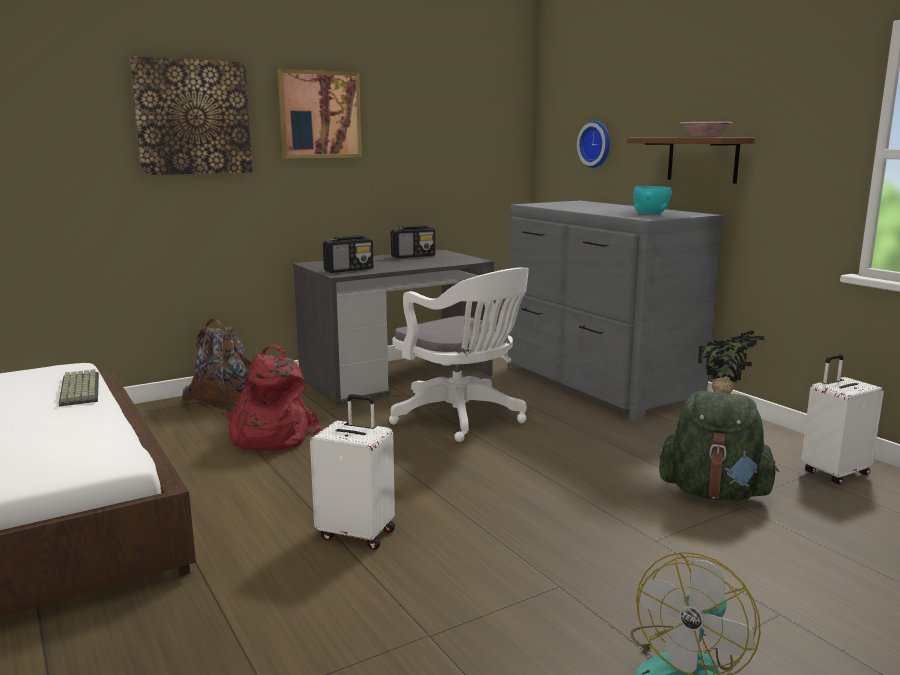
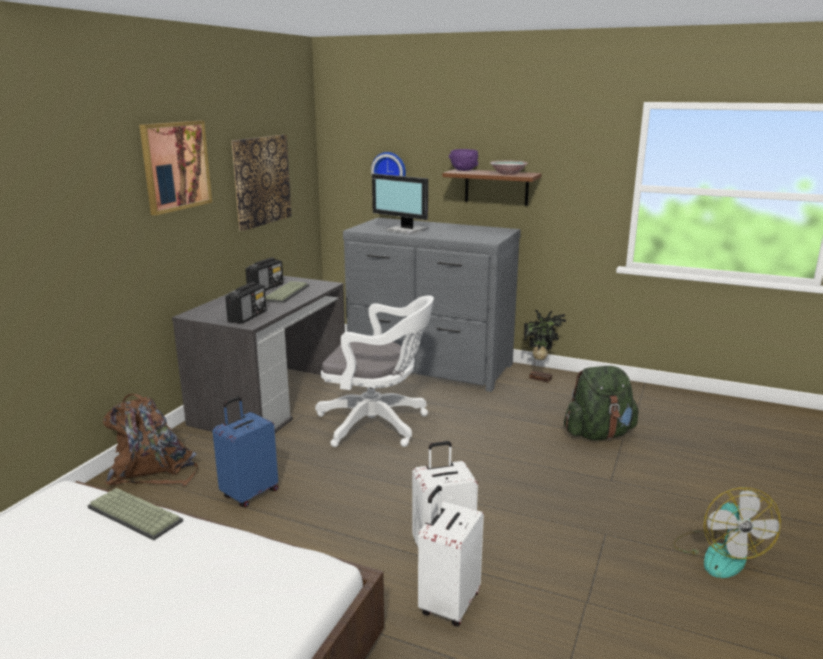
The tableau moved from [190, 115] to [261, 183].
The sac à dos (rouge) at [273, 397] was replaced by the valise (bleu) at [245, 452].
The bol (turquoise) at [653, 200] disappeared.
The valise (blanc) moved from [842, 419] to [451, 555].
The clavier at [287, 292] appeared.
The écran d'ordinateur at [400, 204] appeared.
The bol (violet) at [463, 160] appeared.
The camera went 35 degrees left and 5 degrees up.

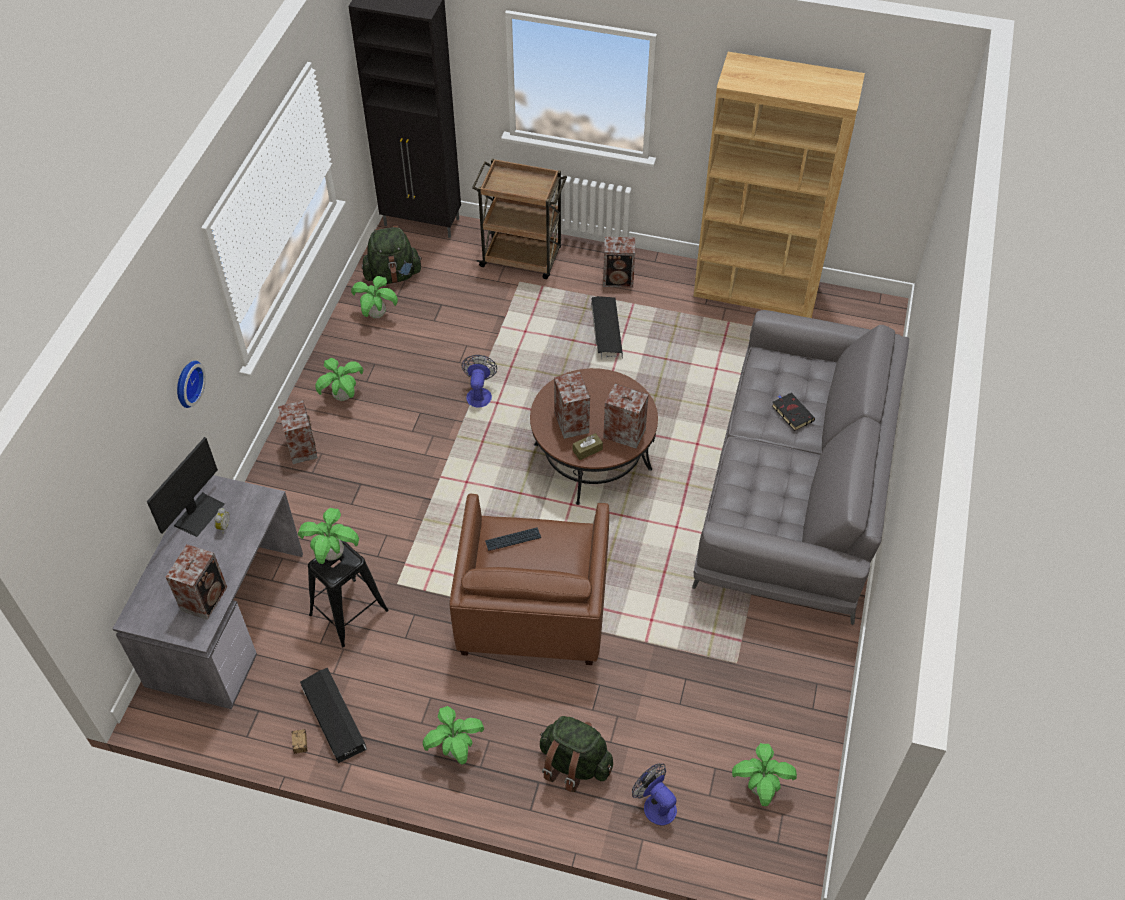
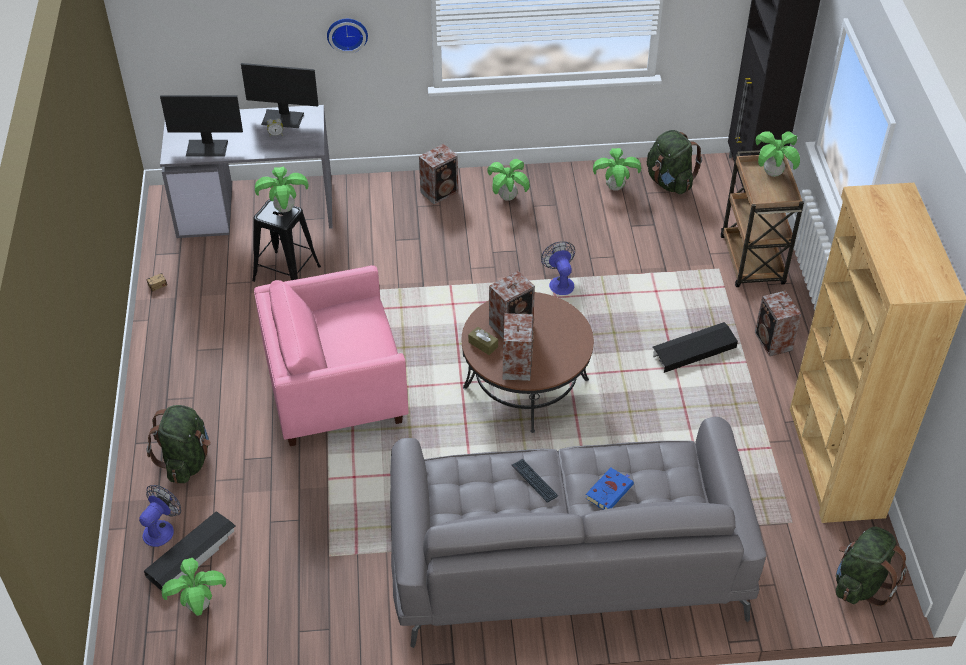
The enceinte at [196, 582] was replaced by the écran d'ordinateur at [201, 126].
The boîte de rangement (noir) moved from [333, 715] to [189, 551].
The plante en pot moved from [453, 735] to [777, 154].
The fauteuil (marron) at [529, 579] became the fauteuil (rose) at [331, 355].
The ventilateur at [479, 381] turned 90 degrees counterclockwise.
The clavier moved from [513, 539] to [535, 481].
The livre (noir) at [793, 412] became the livre (bleu) at [609, 489].
The sac à dos (vert) at [871, 566] appeared.
The camera went 70 degrees right and 5 degrees down.

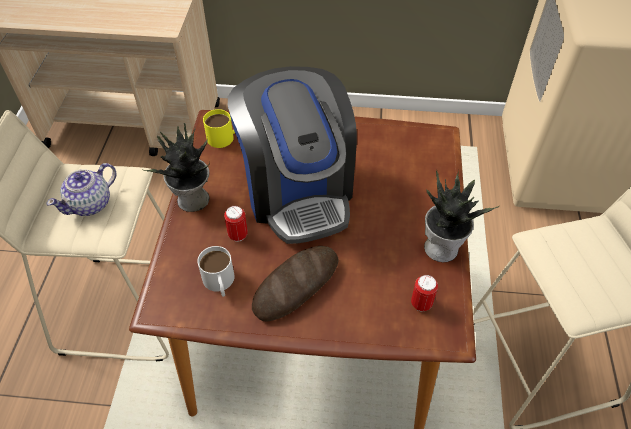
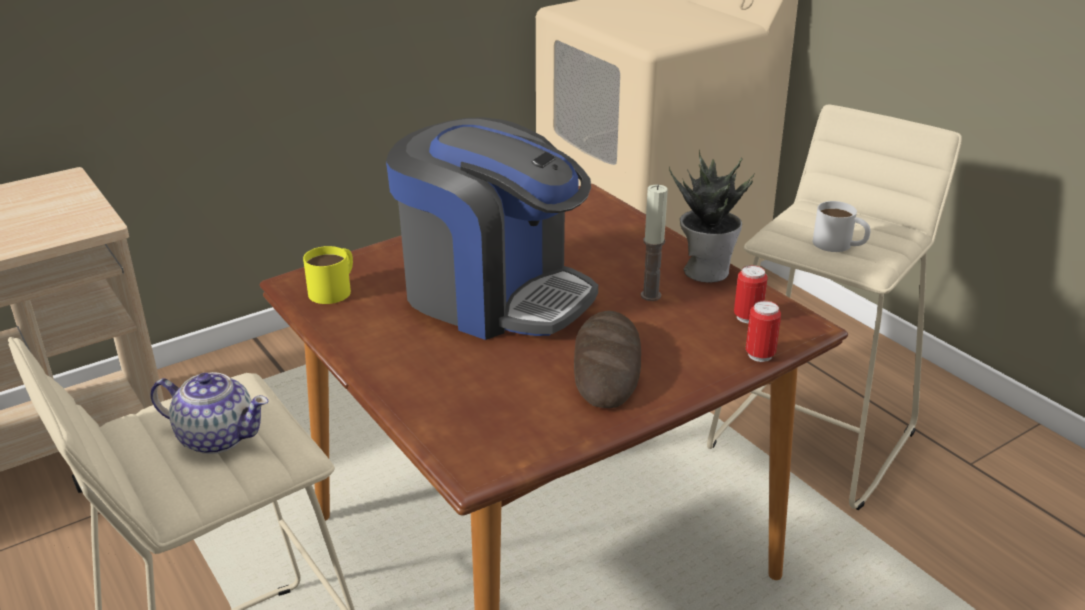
The théière at [81, 189] turned 75 degrees counterclockwise.
The plante en pot at [176, 167] disappeared.
The mug (blanc) moved from [216, 271] to [841, 226].
The boîte métallique moved from [236, 224] to [763, 331].
The bougie at [654, 243] appeared.
The camera went 40 degrees left and 20 degrees down.

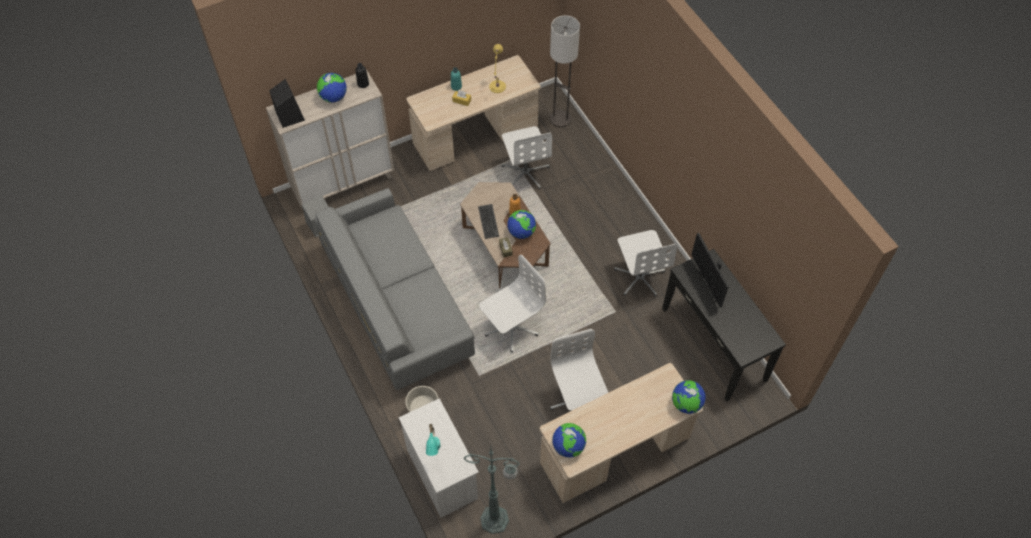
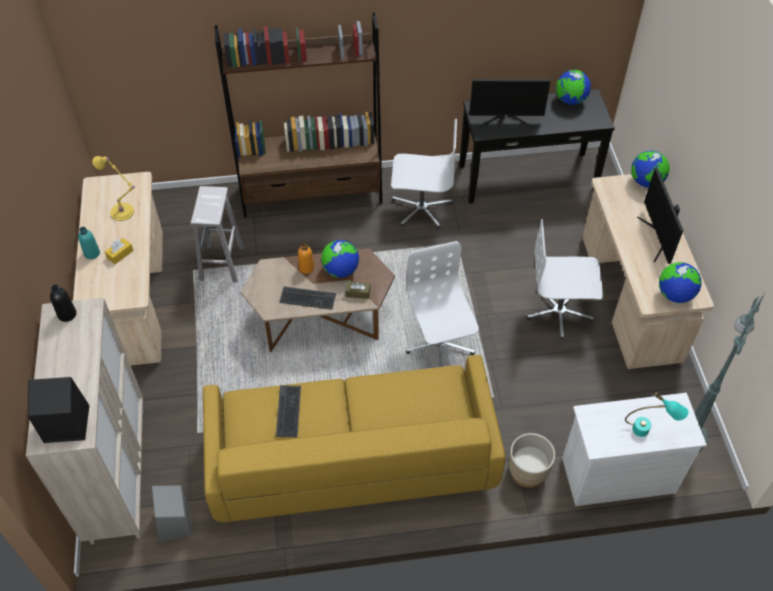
The canapé (gris) at [395, 289] became the canapé (jaune) at [354, 438].
The globe moved from [332, 88] to [573, 87].
The chaise de bureau (blanc) at [527, 157] was replaced by the tabouret (blanc) at [217, 234].
The lampadaire at [565, 71] disappeared.
The bibliothèque (marron) at [298, 114] appeared.
The clavier at [288, 411] appeared.
The écran d'ordinateur at [660, 216] appeared.
The camera went 70 degrees left and 5 degrees down.

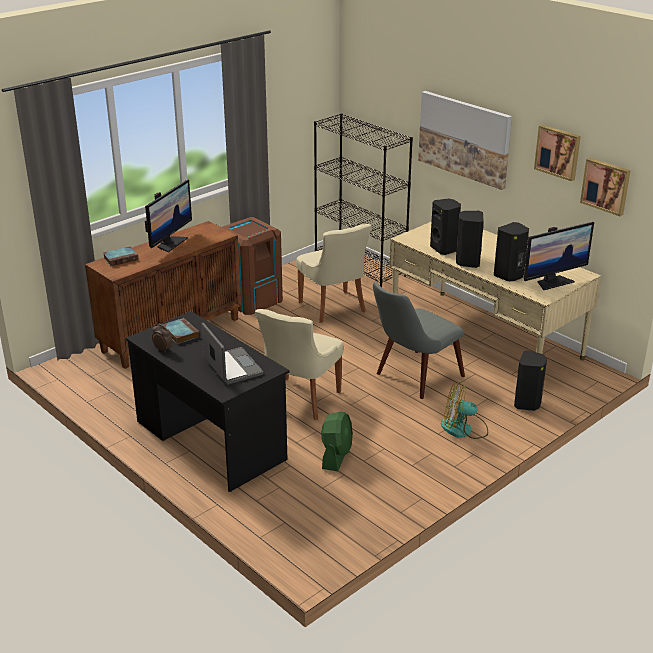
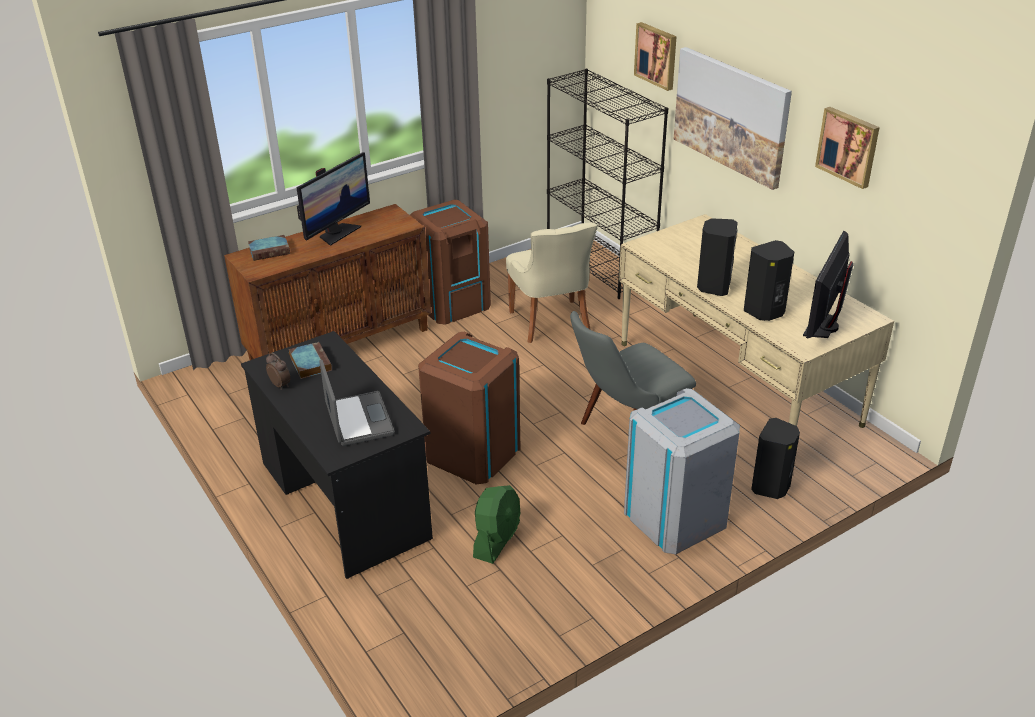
The chaise (beige) at [299, 364] was replaced by the poubelle (marron) at [469, 408].
The enceinte (noir) at [445, 227] disappeared.
The ventilateur at [464, 410] was replaced by the poubelle (gris) at [682, 471].
The écran d'ordinateur at [558, 256] turned 135 degrees clockwise.
The tableau moved from [605, 187] to [655, 56].
The camera went 10 degrees right and 5 degrees up.

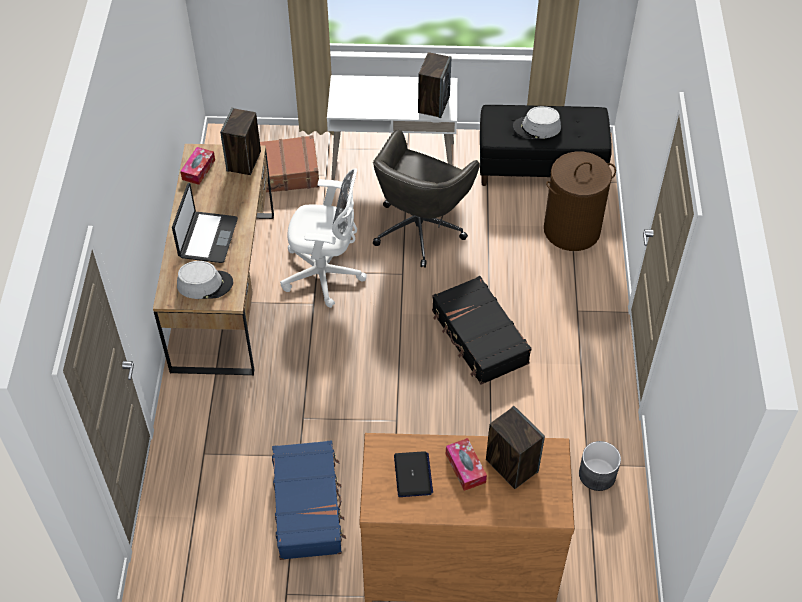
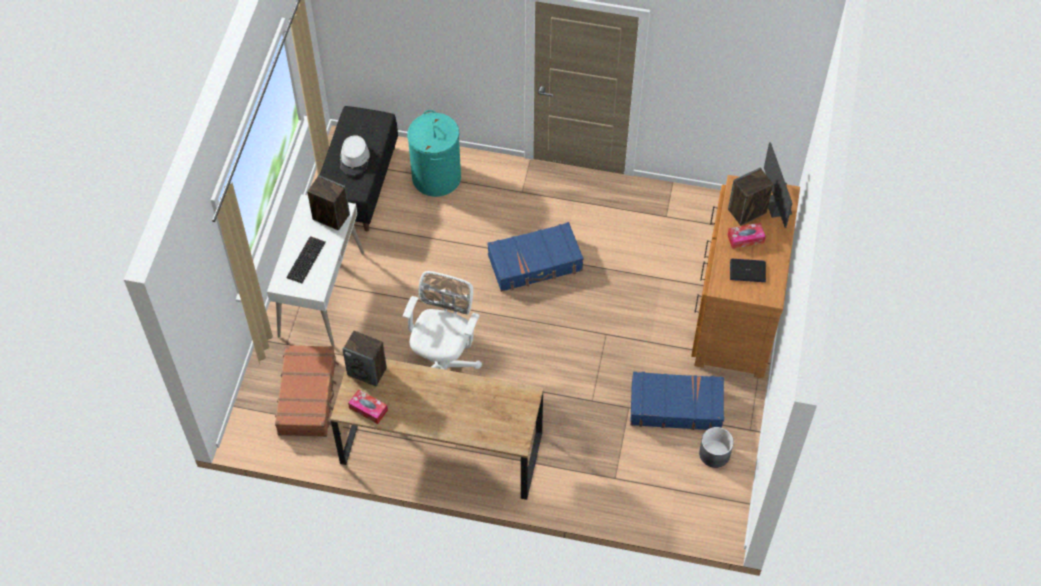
The ordinateur portable at [205, 223] disappeared.
The chapeau (gris) at [205, 280] disappeared.
The chaise de bureau (gris) at [426, 199] disappeared.
The valise (noir) at [482, 330] became the valise (bleu) at [535, 257].
The panier à linge (marron) at [580, 201] became the panier à linge (turquoise) at [434, 153].
The cache-pot (gris) moved from [600, 466] to [716, 447].
The clavier at [306, 259] appeared.
The écran d'ordinateur at [778, 185] appeared.
The camera went 80 degrees left and 5 degrees up.

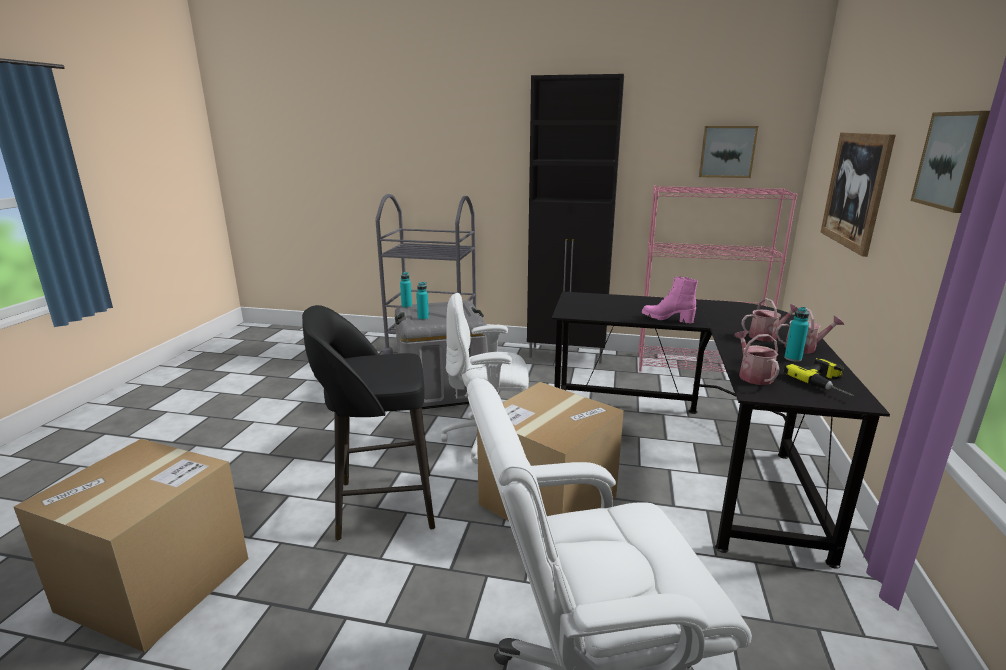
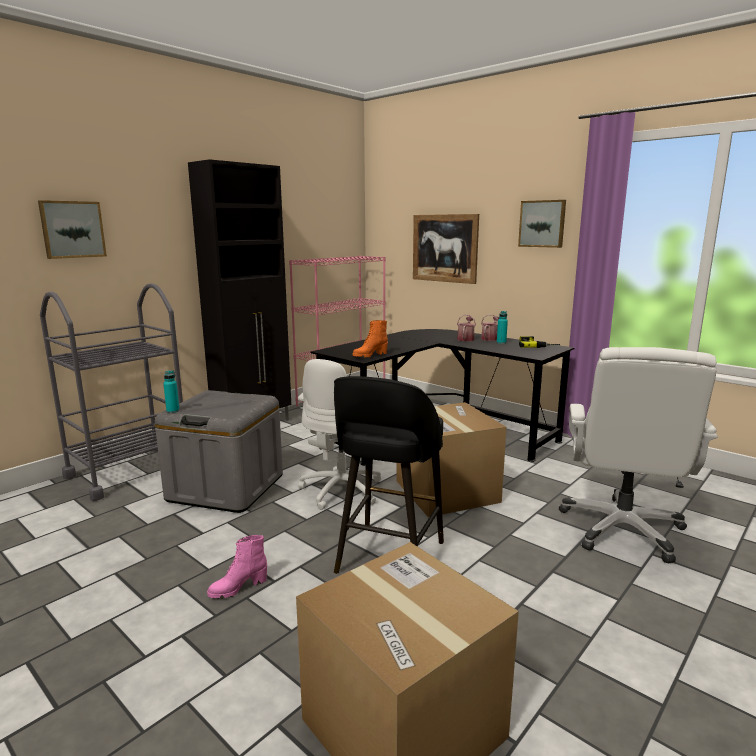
The bouteille (turquoise) at [422, 301] disappeared.
The botte (rose) moved from [670, 300] to [237, 567].
The tableau moved from [728, 152] to [72, 229].
The arrosoir at [757, 358] disappeared.
The botte (orange) at [370, 339] appeared.
The camera went 60 degrees left and 5 degrees down.

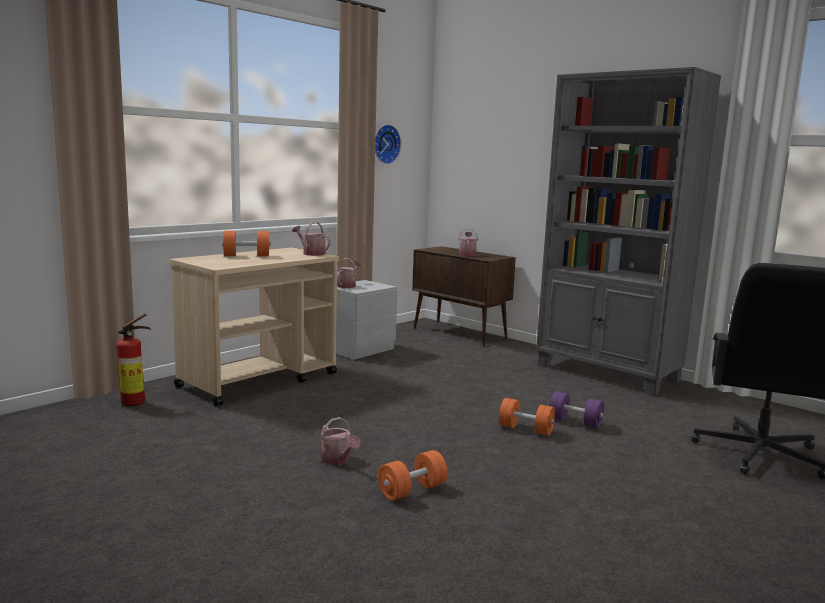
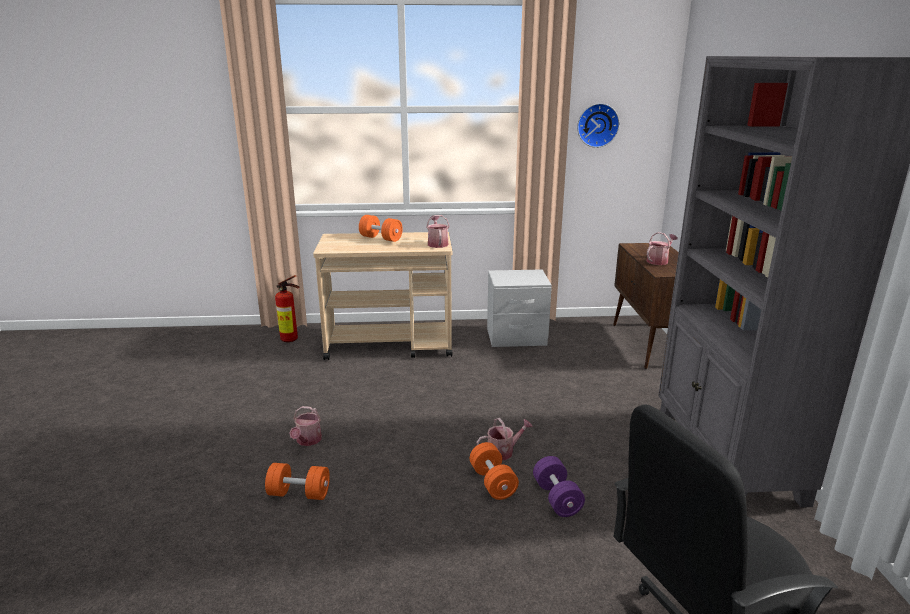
The arrosoir moved from [349, 273] to [505, 439].
The camera went 45 degrees right and 10 degrees up.

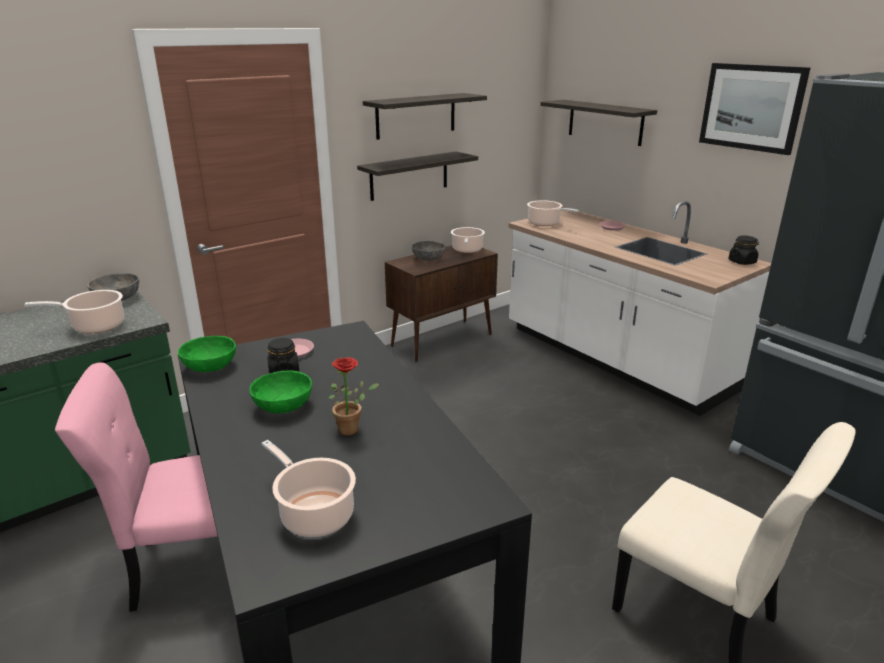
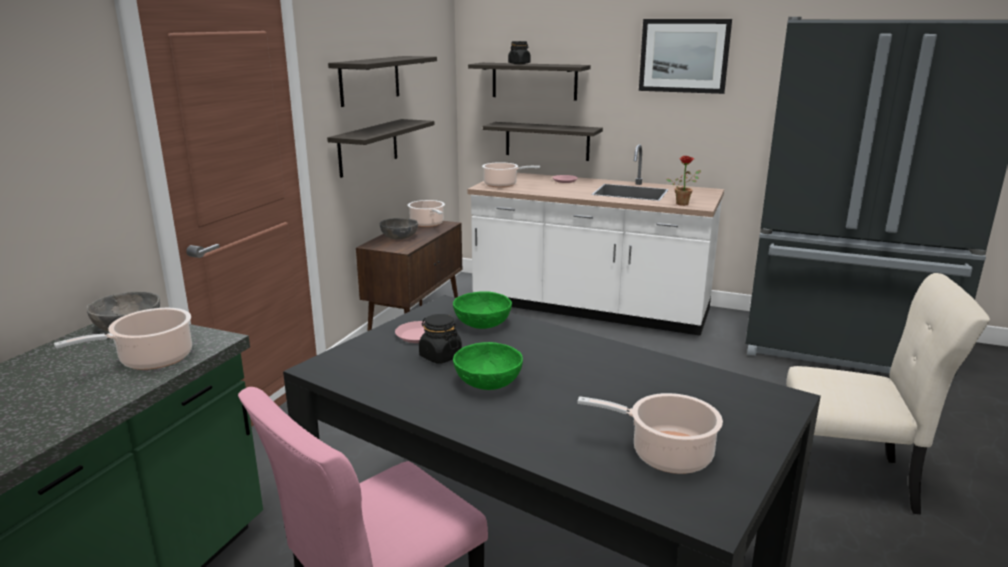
The bol (vert) moved from [207, 354] to [482, 310].
The plante en pot moved from [354, 396] to [683, 181].
The bocal (noir) moved from [744, 250] to [519, 52].
The étagère at [543, 141] appeared.
The camera went 30 degrees left and 5 degrees down.

